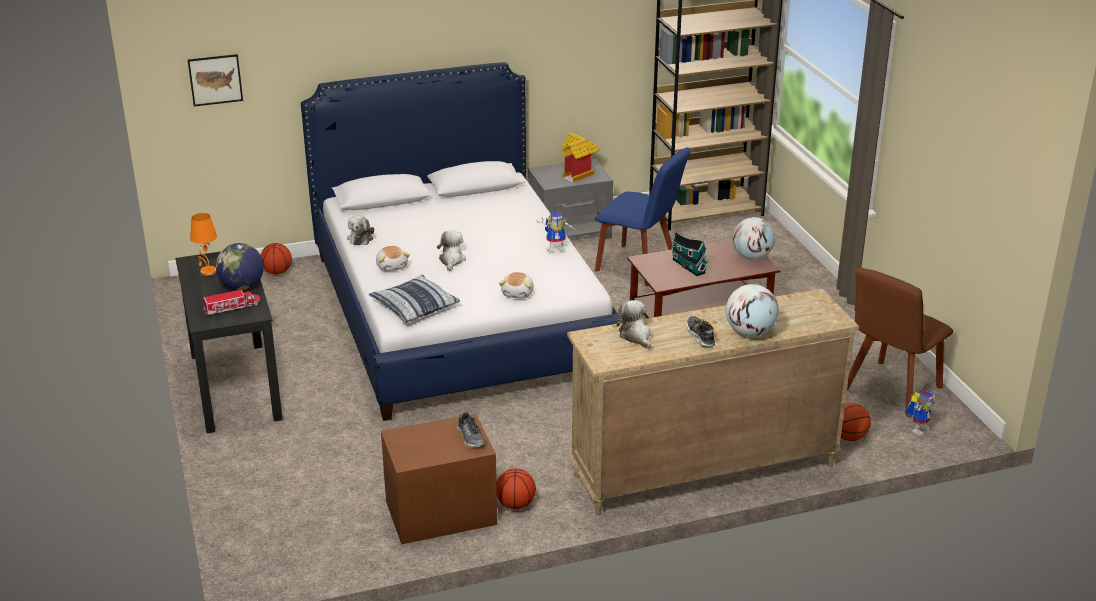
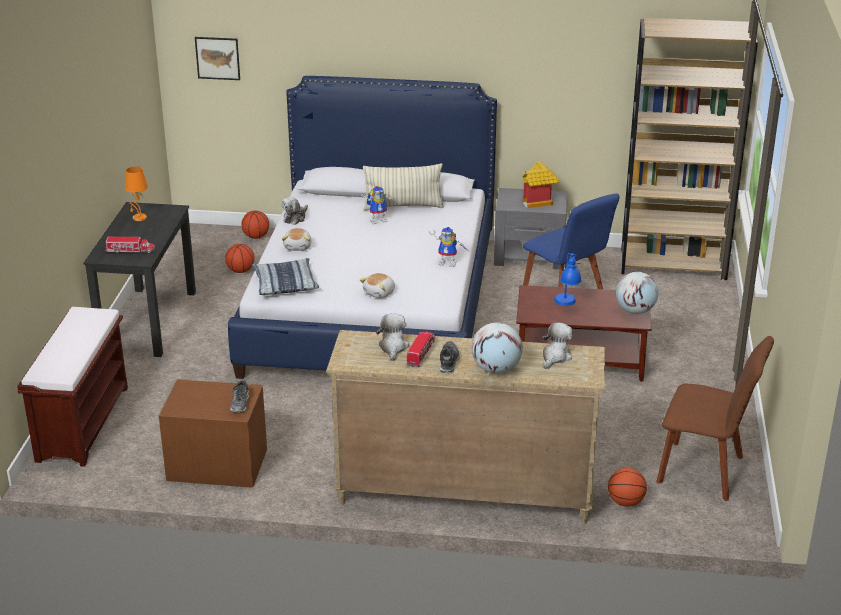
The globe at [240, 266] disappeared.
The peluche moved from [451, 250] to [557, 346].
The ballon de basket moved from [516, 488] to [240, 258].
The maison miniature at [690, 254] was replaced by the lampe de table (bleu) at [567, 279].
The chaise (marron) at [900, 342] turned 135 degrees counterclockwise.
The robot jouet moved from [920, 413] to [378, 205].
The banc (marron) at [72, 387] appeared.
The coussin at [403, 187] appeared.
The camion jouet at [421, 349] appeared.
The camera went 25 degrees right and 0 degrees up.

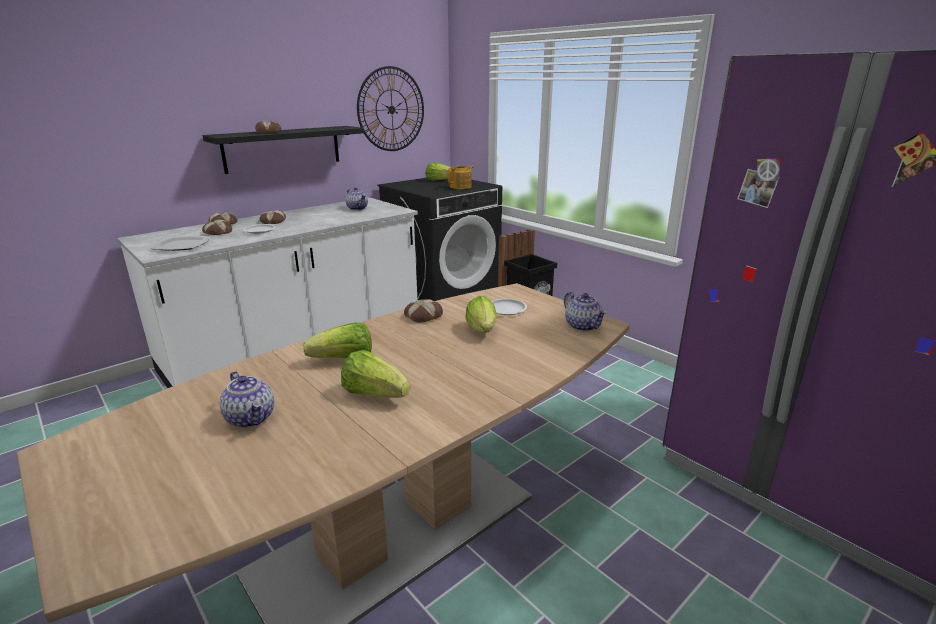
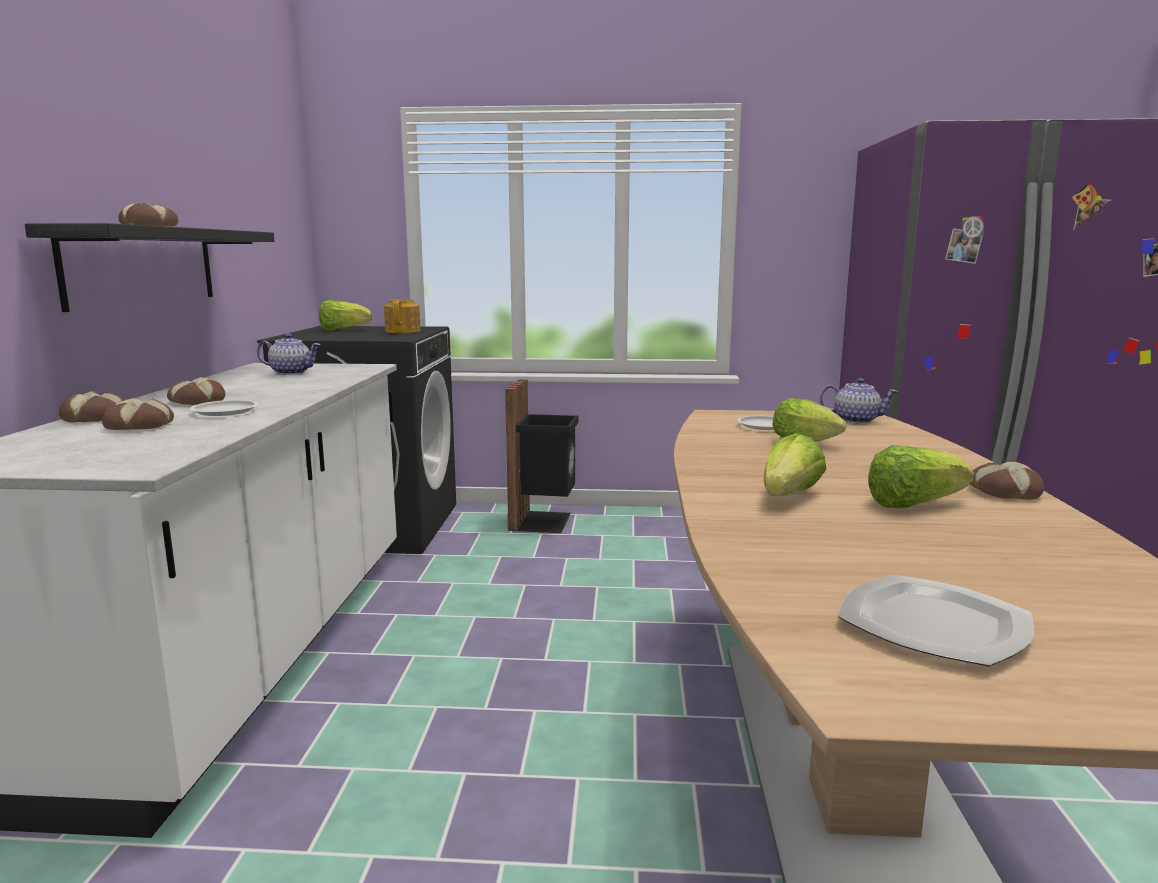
The assiette moved from [180, 243] to [936, 620].
The théière at [247, 399] disappeared.
The horloge murale at [390, 108] disappeared.
The pain moved from [423, 311] to [1007, 481].
The camera went 45 degrees left and 10 degrees down.

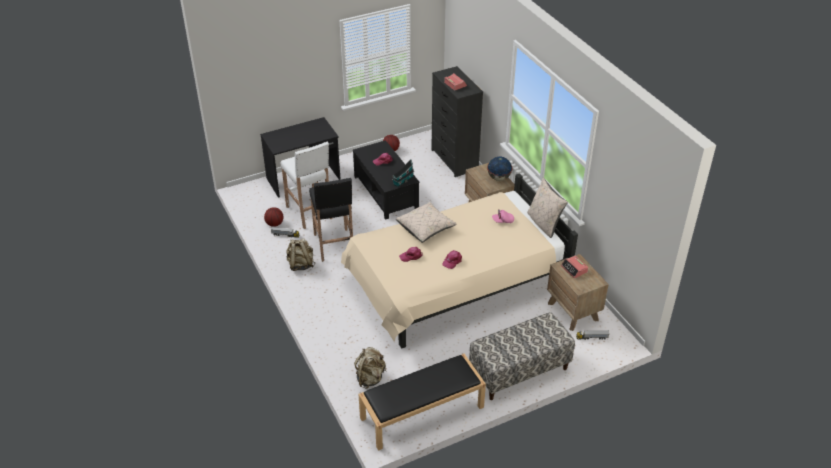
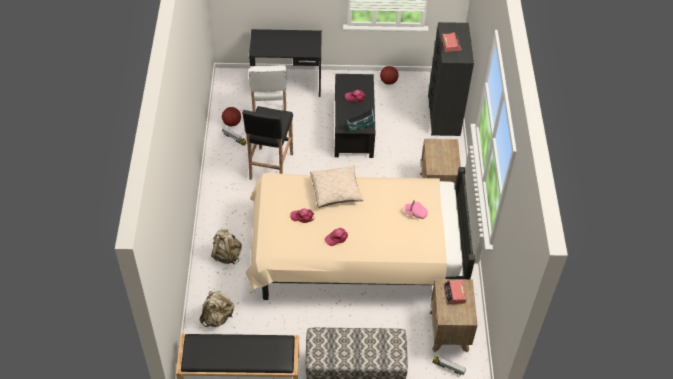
The sac à dos (beige) moved from [300, 254] to [226, 246].
The globe at [499, 169] disappeared.
The coussin (beige) at [547, 207] disappeared.
The camera went 25 degrees right and 10 degrees up.

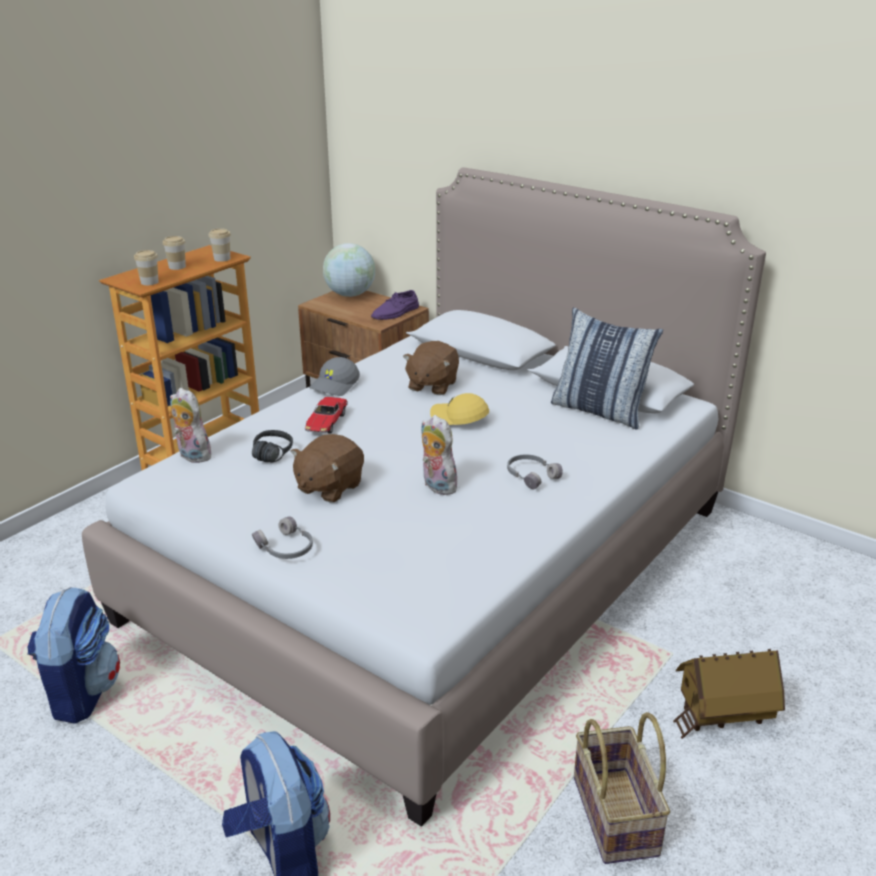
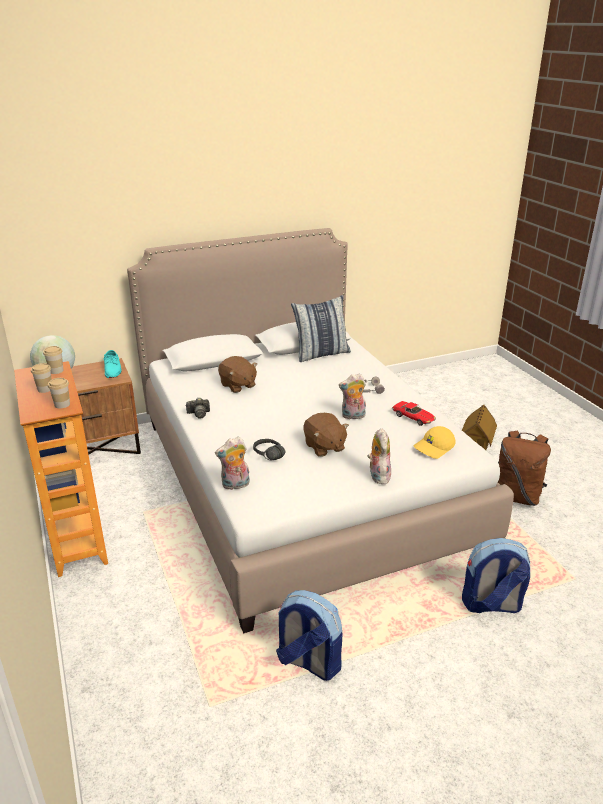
The casque audio (gris) at [282, 537] was replaced by the peluche at [379, 456].
The petite voiture moved from [326, 415] to [414, 413].
The casquette (gris) at [334, 376] was replaced by the appareil photo at [198, 408].
The chaussure (violet) at [395, 305] became the chaussure (turquoise) at [112, 364].
The casquette (jaune) moved from [459, 409] to [434, 442].
The panier at [622, 788] was replaced by the sac à dos (marron) at [524, 468].
The camera went 60 degrees left and 0 degrees up.

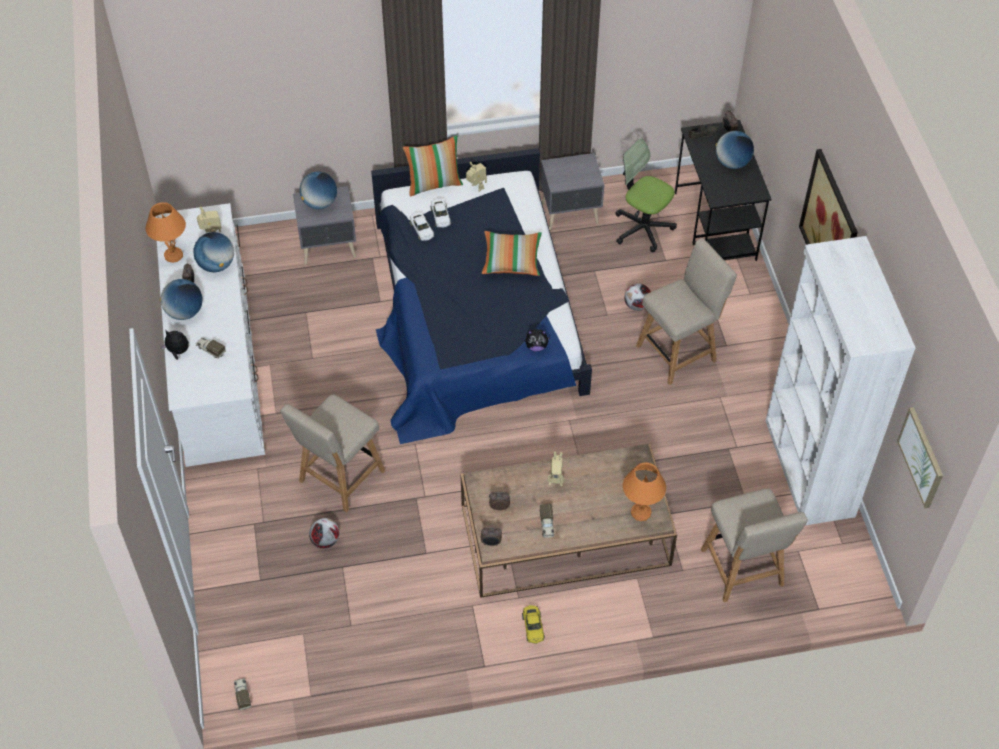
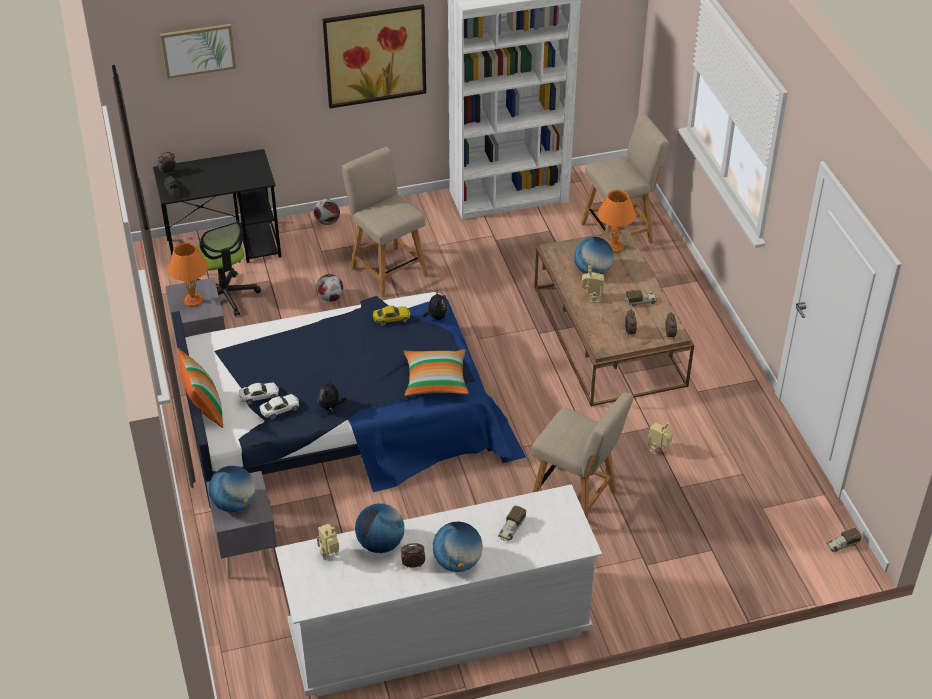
The lampe de table (orange) moved from [166, 232] to [188, 274].
The peluche moved from [175, 345] to [332, 394].
The ballon de foot moved from [324, 533] to [327, 212].
The robot jouet moved from [476, 177] to [660, 438].
The coussin moved from [512, 253] to [435, 372].
The petite voiture (jaune) moved from [533, 624] to [391, 316].
The chaise de bureau at [646, 195] turned 60 degrees counterclockwise.
The globe moved from [735, 150] to [594, 255].
The tableau moved from [920, 457] to [198, 51].
The camera went 95 degrees left and 10 degrees down.

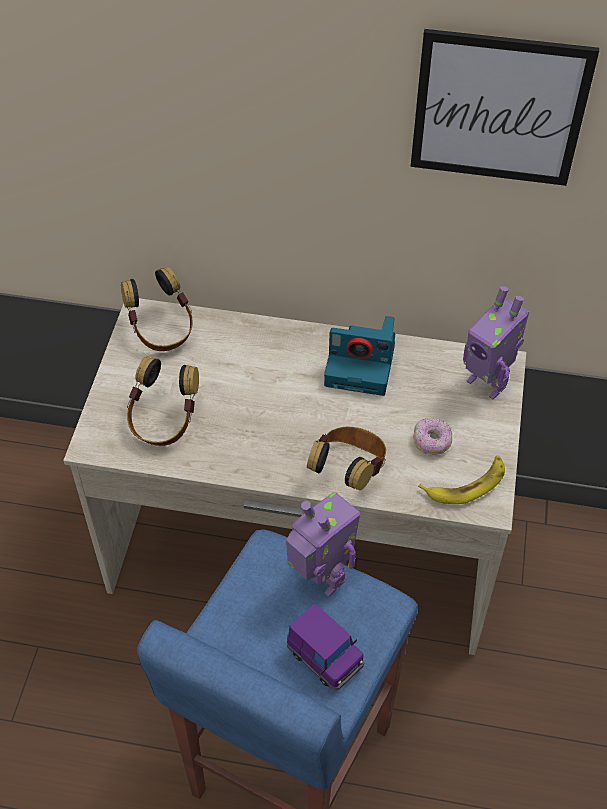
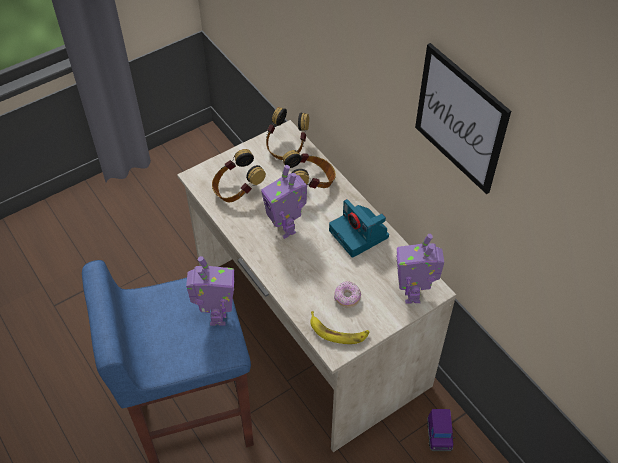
The petite voiture (violet) moved from [326, 647] to [441, 430].
The casque audio moved from [346, 458] to [309, 169].
The robot jouet at [284, 202] appeared.
The camera went 45 degrees right and 0 degrees up.

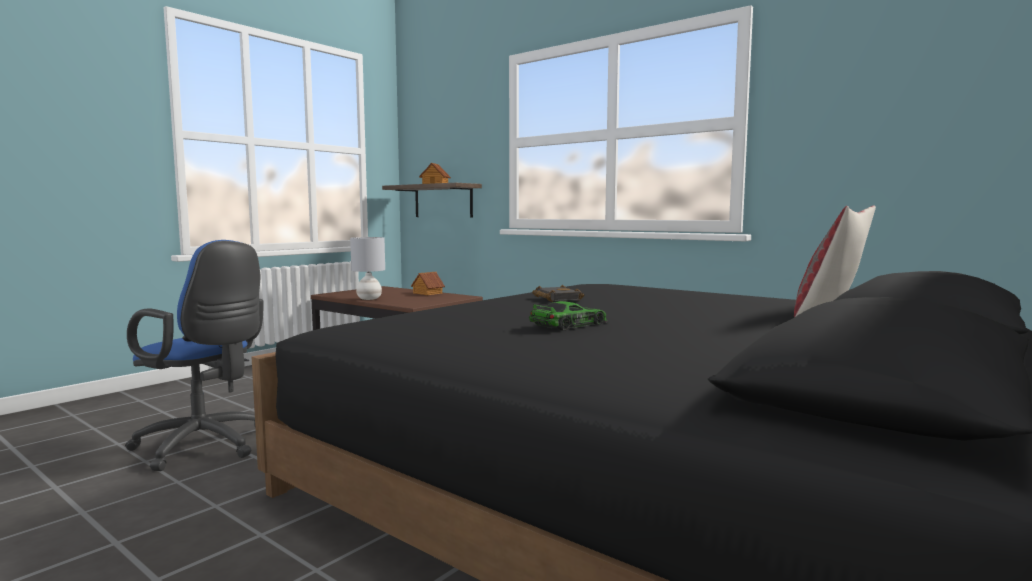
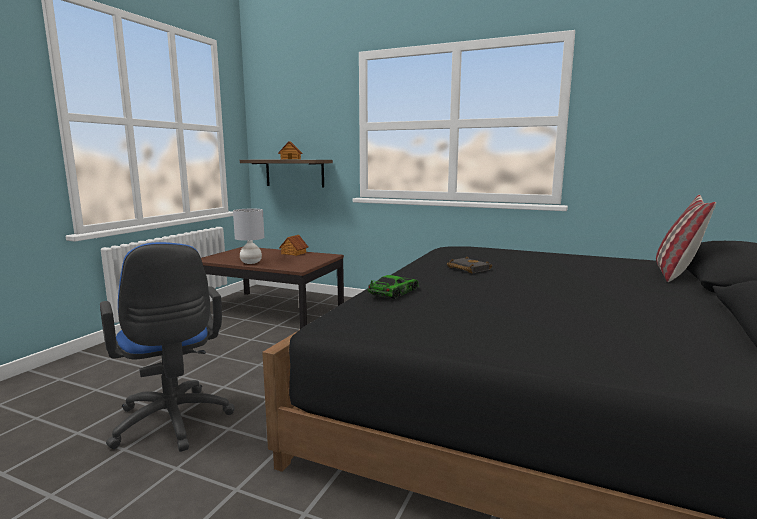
The chaise de bureau (bleu) at [194, 355] turned 45 degrees clockwise.
The petite voiture moved from [568, 316] to [393, 287].
The camera went 15 degrees left and 5 degrees up.

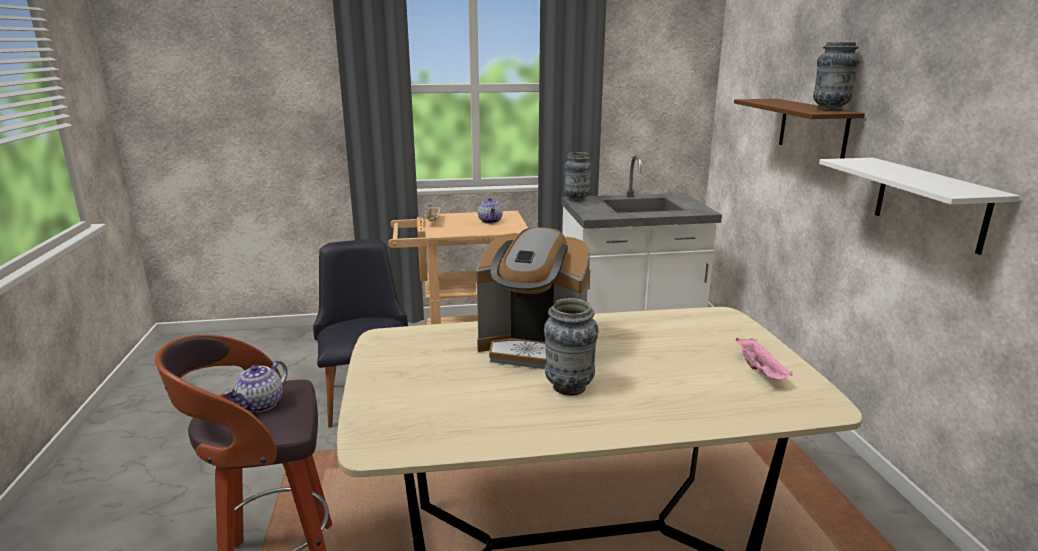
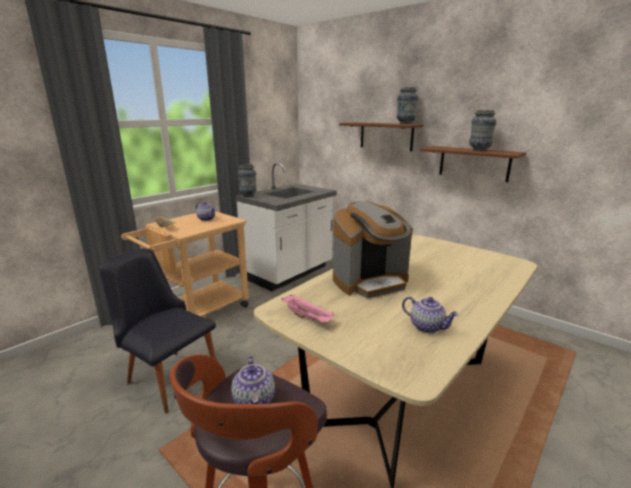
The vase moved from [571, 347] to [483, 130].
The plateau (rose) moved from [763, 358] to [307, 308].
The étagère (blanc) at [919, 206] became the étagère (marron) at [473, 164].
The théière at [430, 314] appeared.
The camera went 40 degrees left and 0 degrees up.

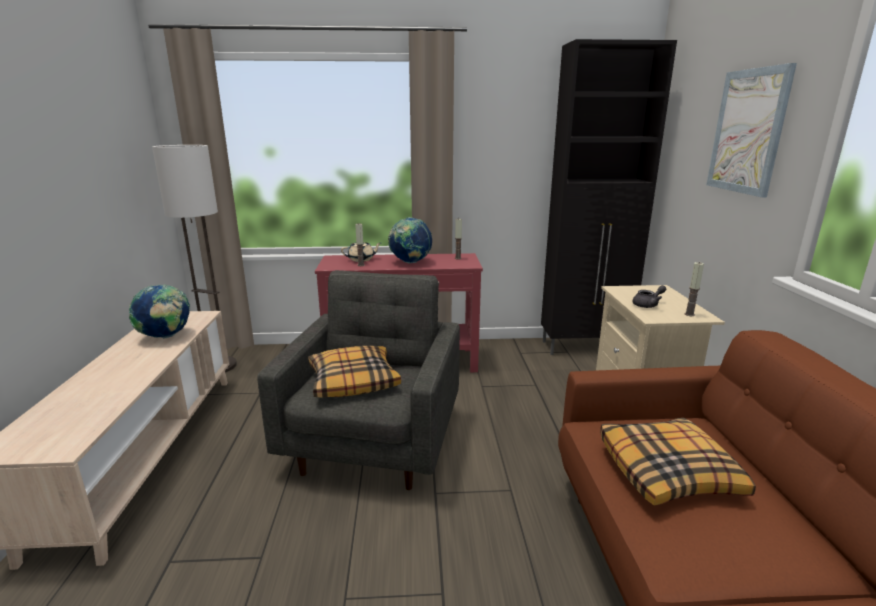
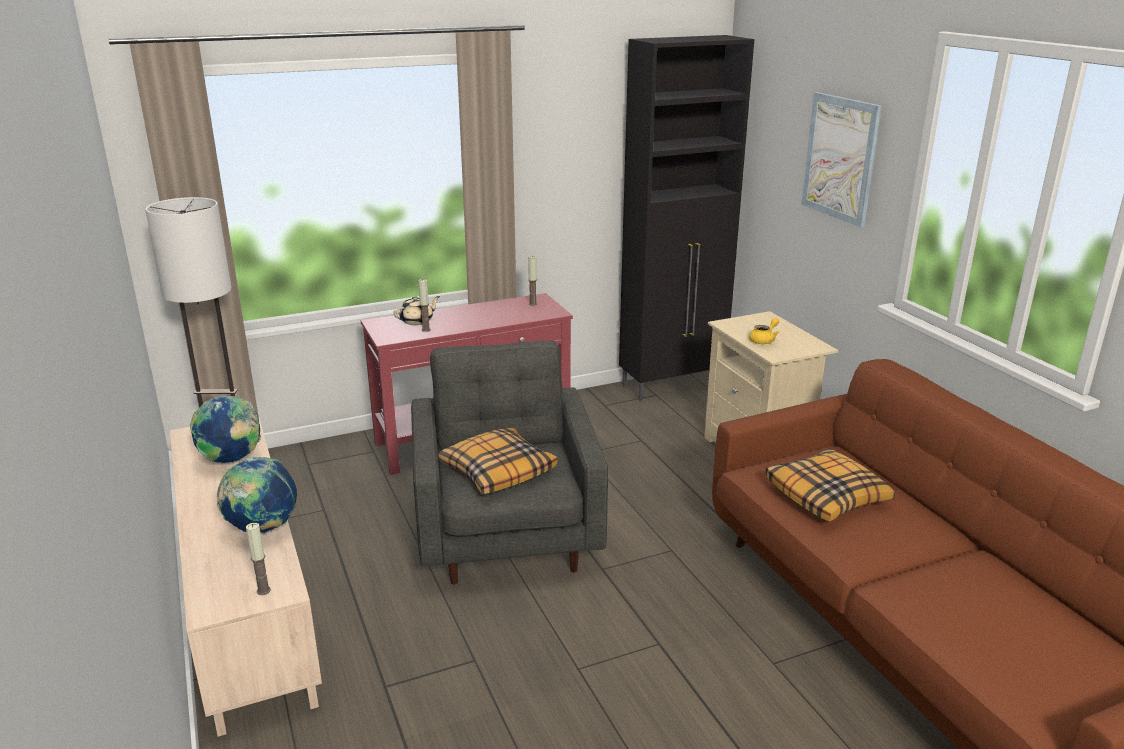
The globe moved from [410, 240] to [257, 495].
The théière (gris) at [649, 296] became the théière (jaune) at [764, 331].
The bougie moved from [694, 289] to [258, 559].
The camera went 20 degrees left and 5 degrees up.

